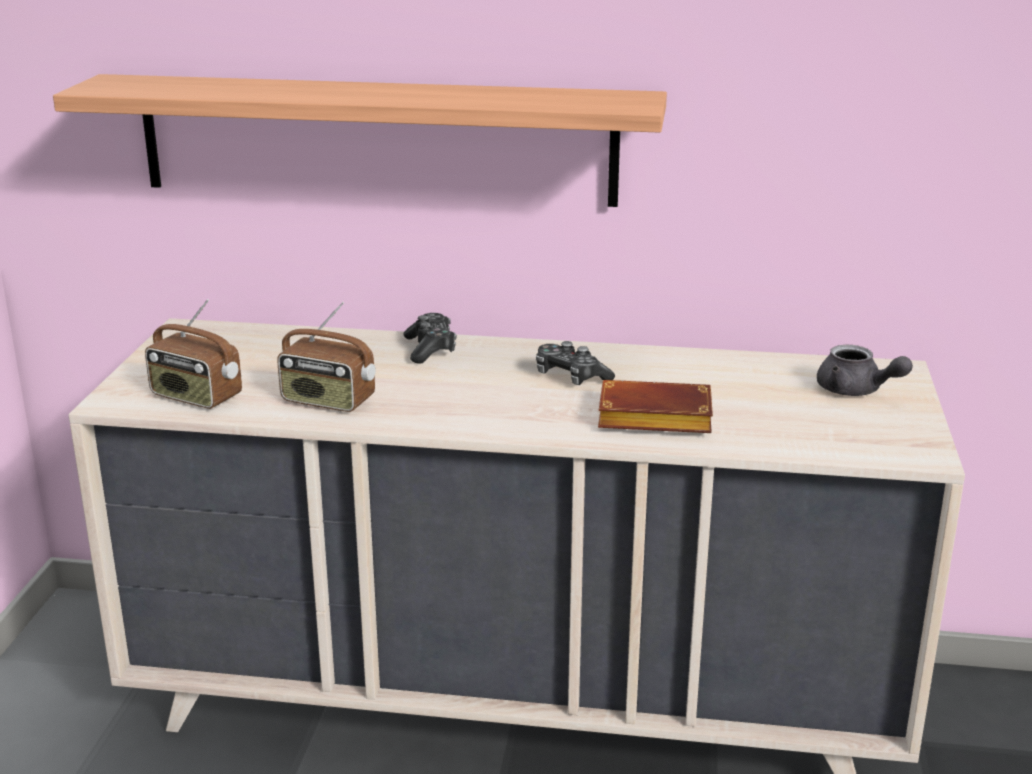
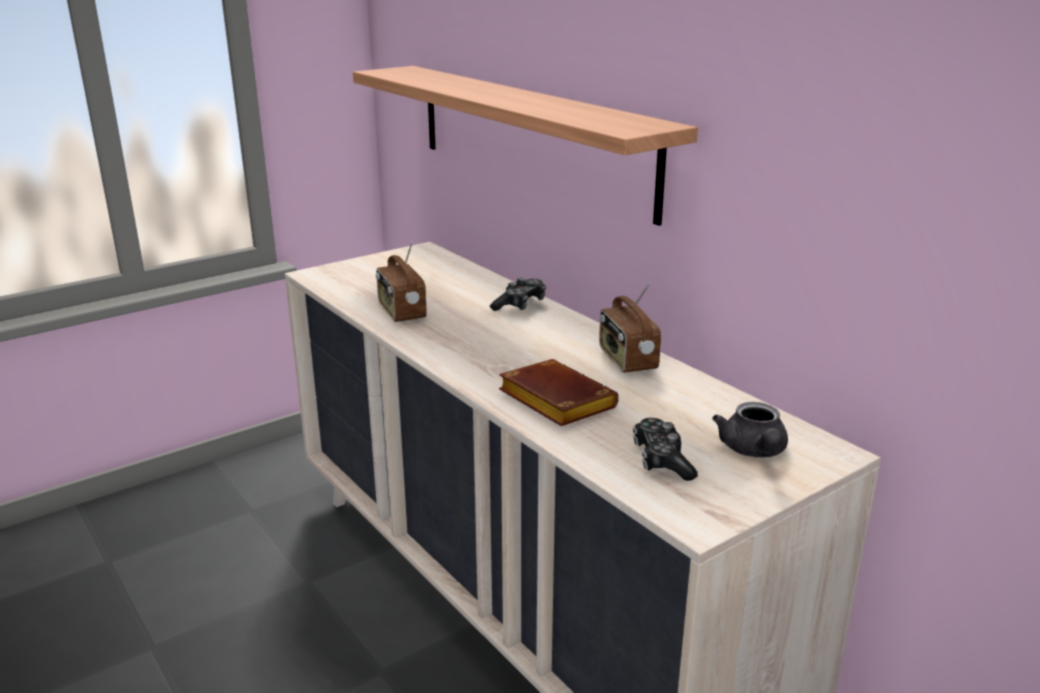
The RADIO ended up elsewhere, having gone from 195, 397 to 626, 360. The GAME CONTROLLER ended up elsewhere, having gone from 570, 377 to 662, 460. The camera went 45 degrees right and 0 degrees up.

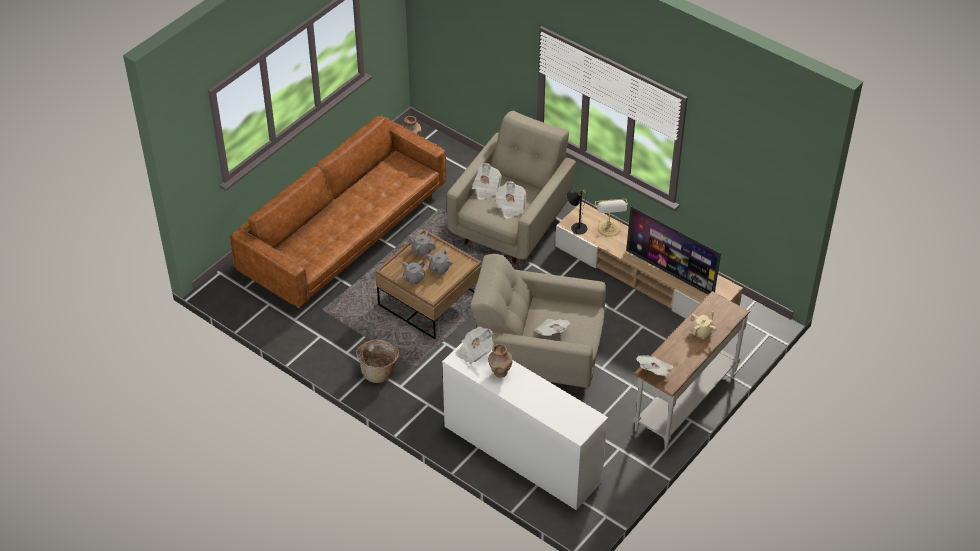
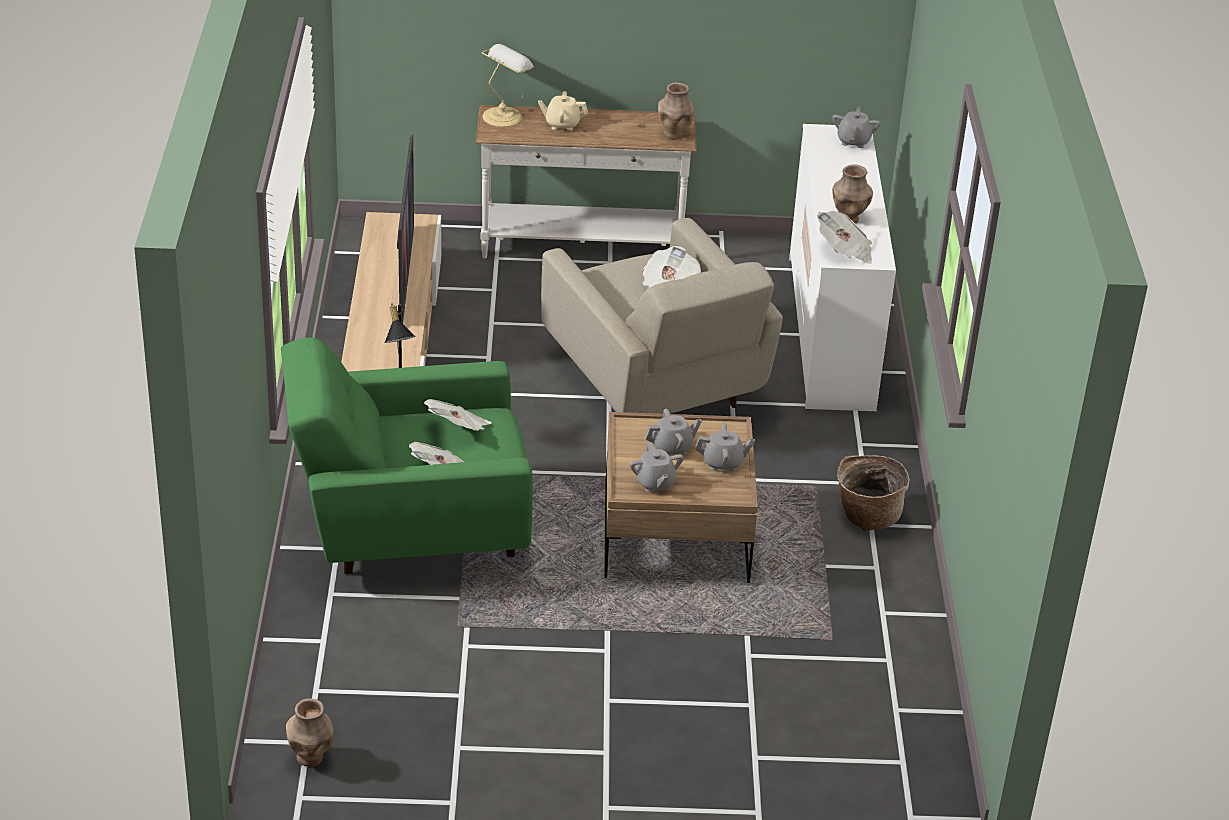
What was the SAND-COLOURED EASY CHAIR at 512, 223 turned into the GREEN-COLOURED EASY CHAIR at 409, 528. The LAMP FOR A TABLE ended up elsewhere, having gone from 609, 229 to 504, 116. Where the DAILY PAPER stood at 655, 371, the BROWN-COLOURED VASE came to stand at 674, 135. The second view gained the GREYISH TEA POT at 853, 141. The second view lost the BROWN-COLOURED COUCH at 344, 235. The camera went 130 degrees left and 10 degrees down.

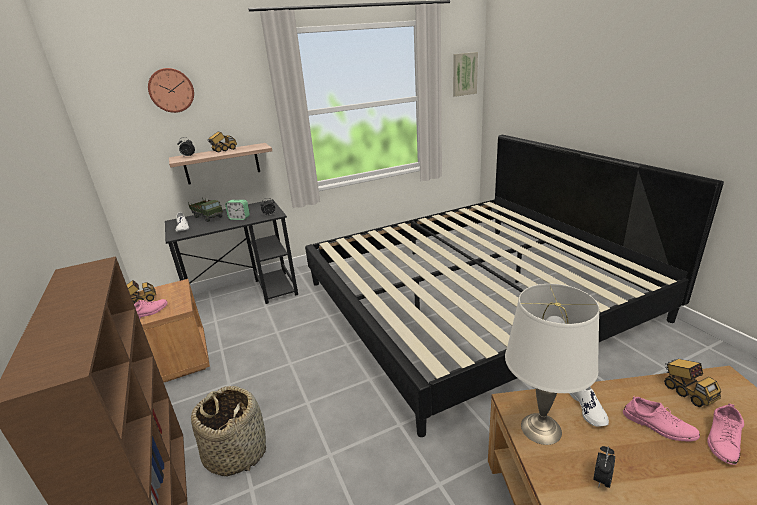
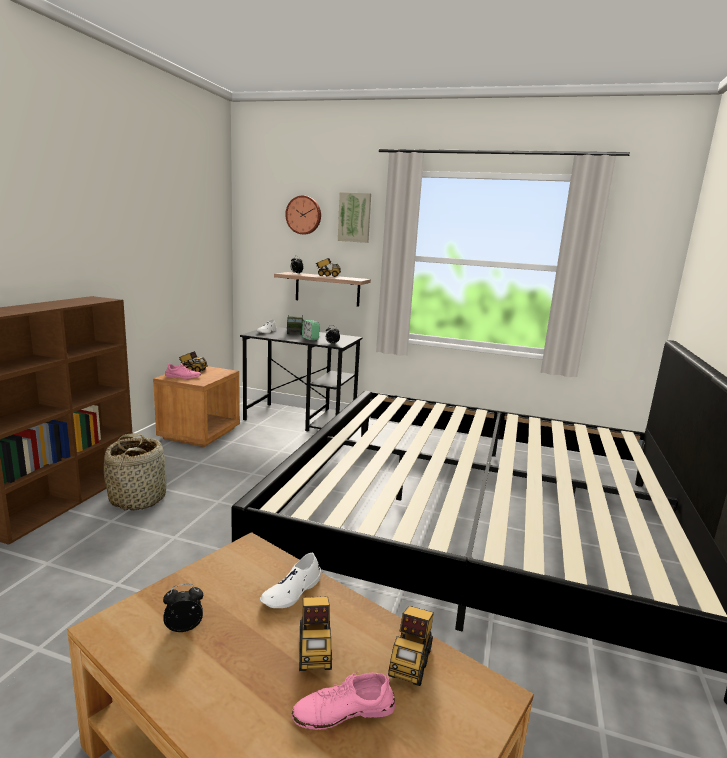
Where the PINK-COLOURED LOW SHOE stood at 658, 425, the TOY TRUCK came to stand at 314, 649. The WALL ART ended up elsewhere, having gone from 464, 74 to 354, 217. The second view lost the WHITE-COLOURED LAMP FOR A TABLE at 540, 428. The camera went 40 degrees right and 10 degrees down.

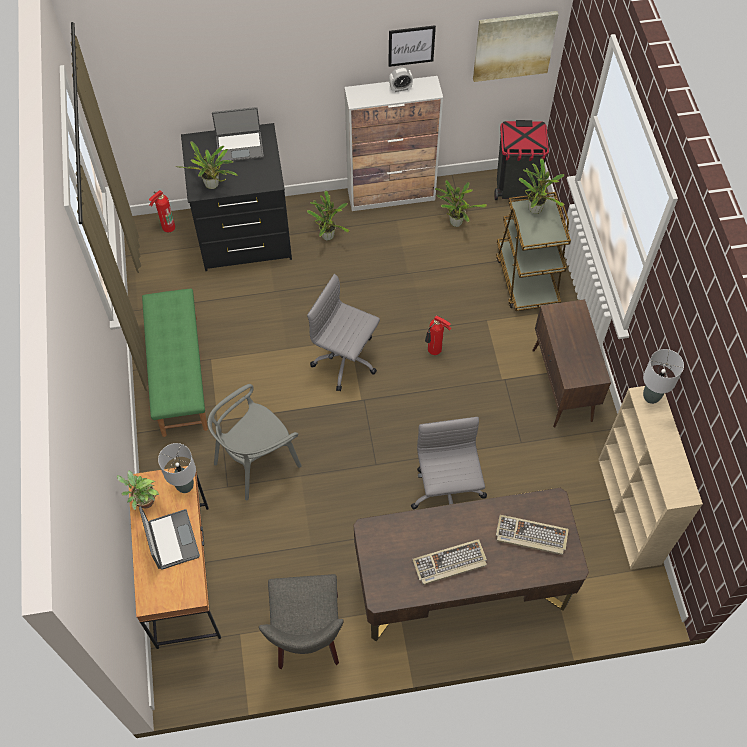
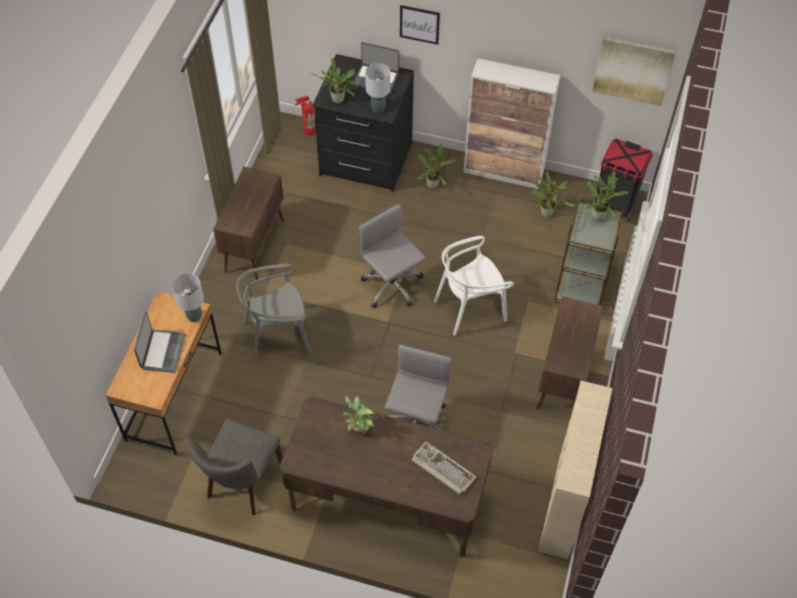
Where the GREEN-COLOURED INDOOR BENCH stood at 179, 375, the BROWN-COLOURED CABINET came to stand at 255, 245. The HOUSEPLANT ended up elsewhere, having gone from 143, 501 to 358, 428. The GREYISH LAMP FOR A TABLE ended up elsewhere, having gone from 651, 397 to 378, 109. The WALL ART ended up elsewhere, having gone from 411, 45 to 419, 24. Where the FIRE EXTINGUISHER stood at 434, 351, the WHITE-COLOURED PLAIN CHAIR came to stand at 470, 308. The second view lost the ALARM CLOCK at 400, 88. The second view lost the KEYBOARD at 449, 563. The camera went 25 degrees right and 5 degrees down.

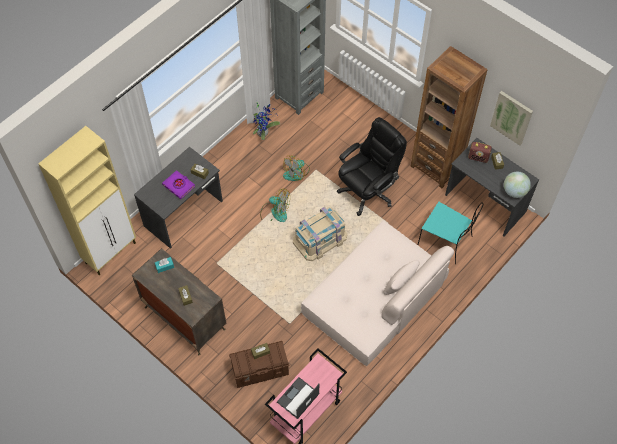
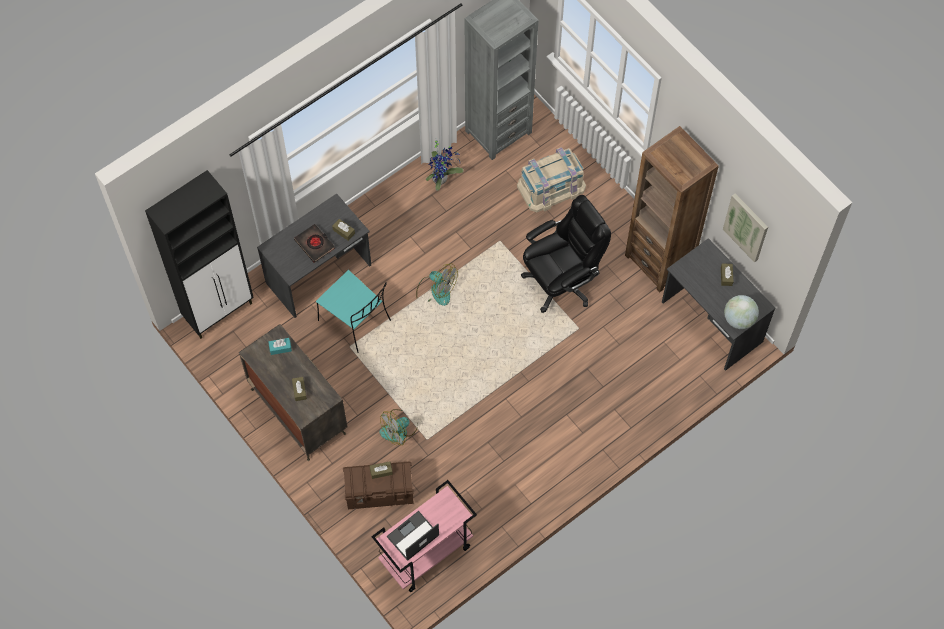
What was the SAND-COLOURED CABINET at 111, 252 turned into the BLACK CABINET at 220, 311. What was the PURPLISH BOOK at 179, 186 turned into the BLACK BOOK at 315, 244. The TURQUOISE PLAIN CHAIR ended up elsewhere, having gone from 446, 241 to 356, 321. The COOLING FAN ended up elsewhere, having gone from 296, 172 to 399, 429. The SAND-COLOURED STORAGE CONTAINER ended up elsewhere, having gone from 320, 239 to 551, 187. The second view lost the SAND-COLOURED COUCH at 374, 298. The second view lost the RADIO at 478, 158. The camera went 10 degrees right and 5 degrees up.

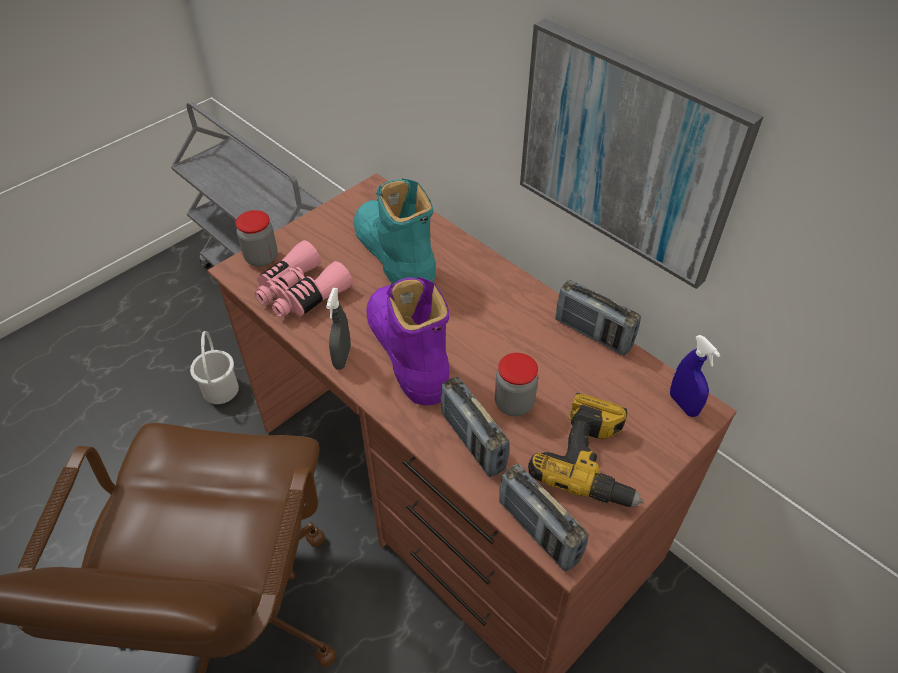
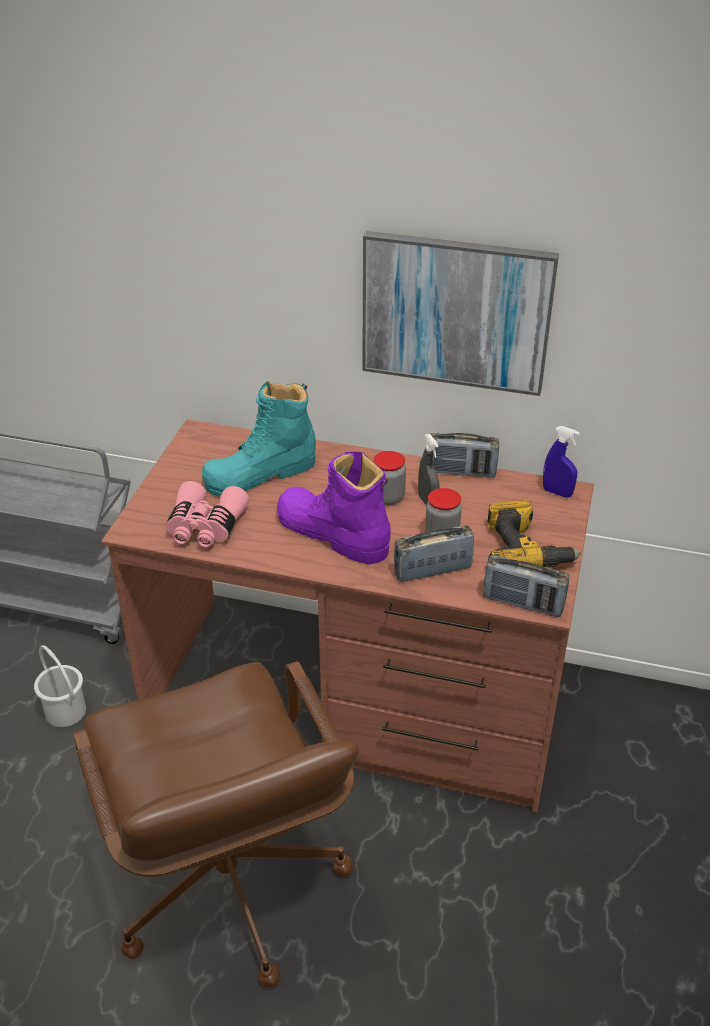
The TURQUOISE HIGH-TOP BOOT at 394, 256 ended up facing another way, 60 degrees counterclockwise from before. The PRESERVE JAR ended up elsewhere, having gone from 261, 258 to 388, 497. The RADIO at 472, 441 ended up facing another way, 135 degrees clockwise from before. The GREYISH SPRAYER ended up elsewhere, having gone from 342, 357 to 427, 502. The camera went 30 degrees left and 10 degrees down.

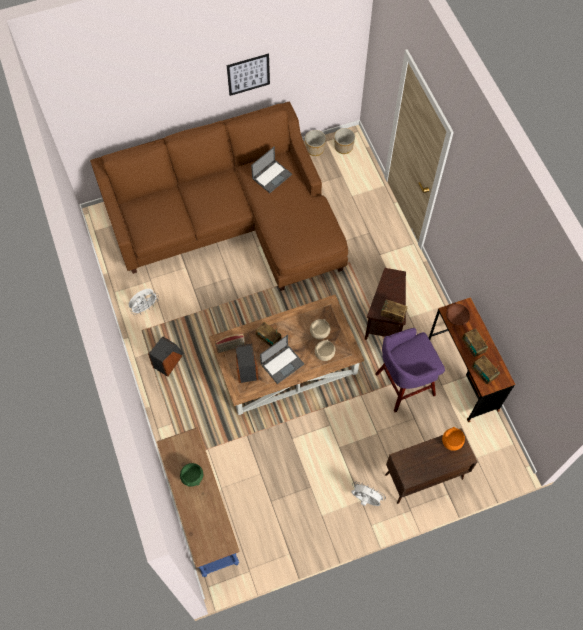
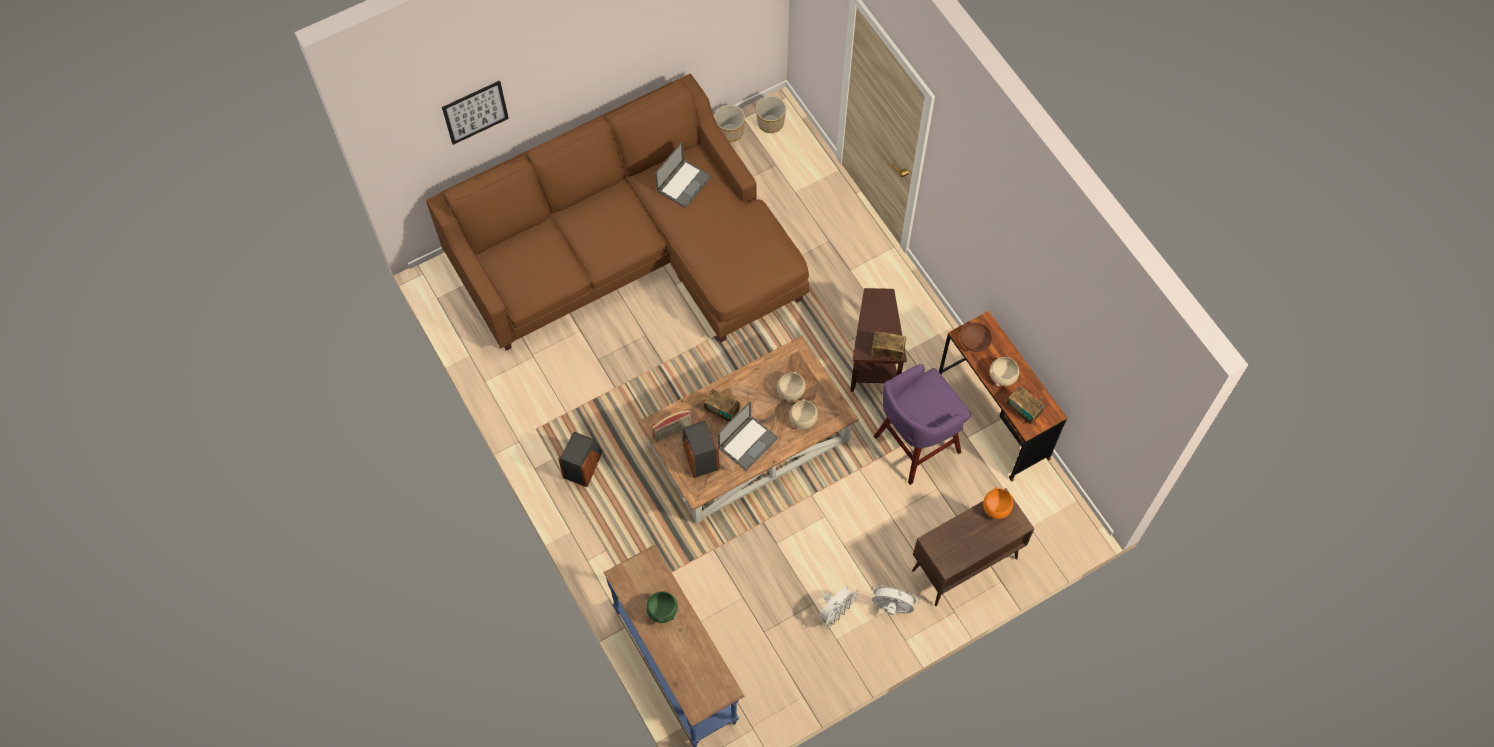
The WALL ART ended up elsewhere, having gone from 248, 74 to 475, 112. The WHITE-COLOURED COOLING FAN ended up elsewhere, having gone from 145, 307 to 835, 612. Where the RADIO stood at 473, 346, the SAND-COLOURED DEEP DISH came to stand at 1003, 377. The camera went 10 degrees left and 0 degrees up.

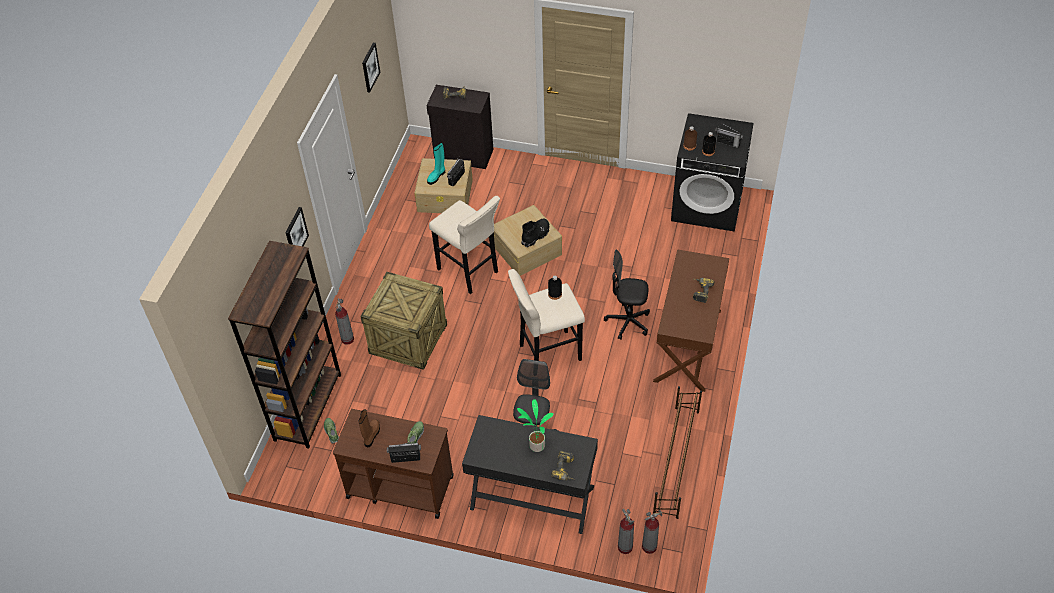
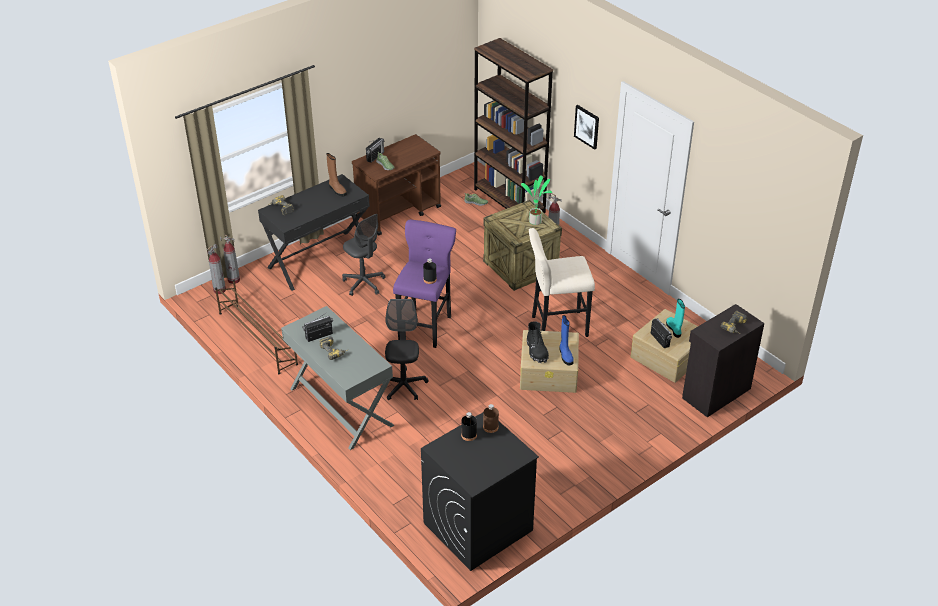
What was the BROWN-COLOURED DESK TABLE at 688, 345 turned into the GREYISH DESK TABLE at 340, 407. The RADIO ended up elsewhere, having gone from 727, 143 to 319, 336. The BROWN-COLOURED HIGH-TOP BOOT ended up elsewhere, having gone from 371, 435 to 337, 190. The BLACK OFFICE CHAIR at 628, 322 ended up facing another way, 45 degrees counterclockwise from before. What was the SAND-COLOURED SITTING STOOL at 547, 353 turned into the PURPLISH SITTING STOOL at 426, 326. The HOUSEPLANT ended up elsewhere, having gone from 536, 445 to 536, 221. The second view gained the BLUE HIGH-TOP BOOT at 565, 355. The second view lost the WALL ART at 370, 67. The camera went 125 degrees right and 10 degrees down.

